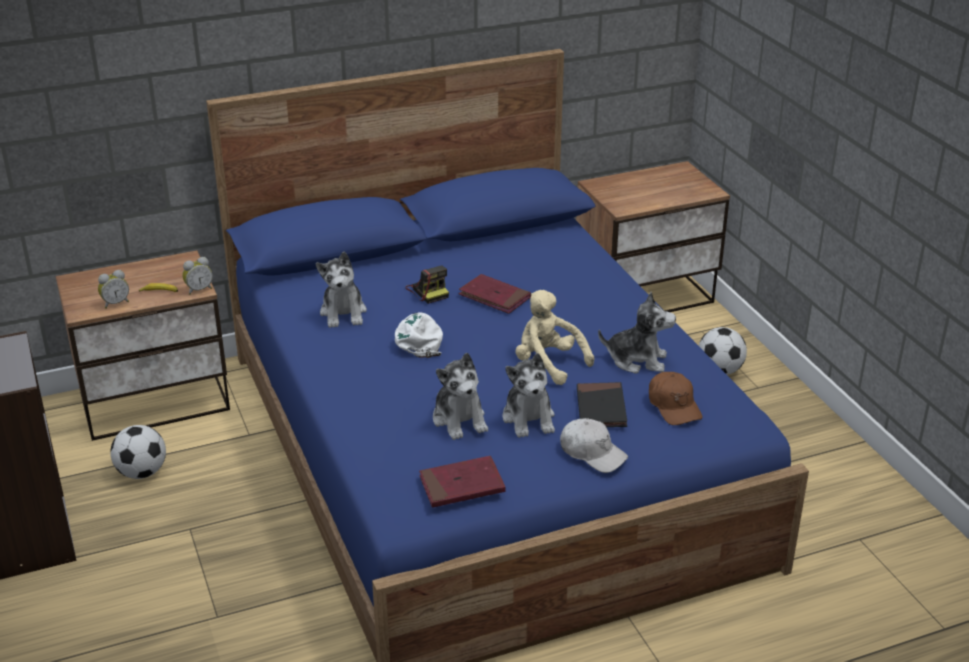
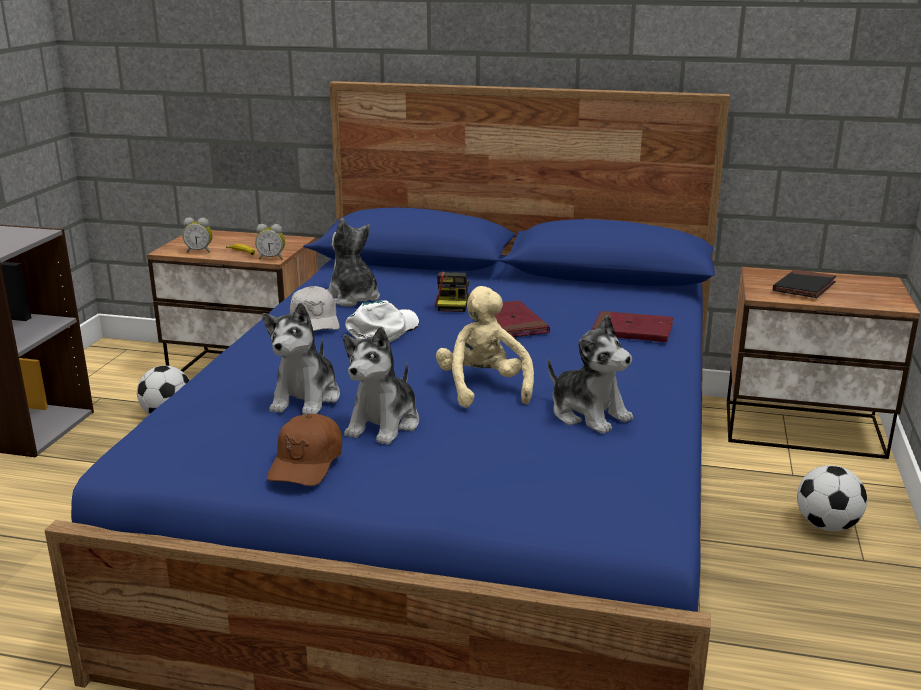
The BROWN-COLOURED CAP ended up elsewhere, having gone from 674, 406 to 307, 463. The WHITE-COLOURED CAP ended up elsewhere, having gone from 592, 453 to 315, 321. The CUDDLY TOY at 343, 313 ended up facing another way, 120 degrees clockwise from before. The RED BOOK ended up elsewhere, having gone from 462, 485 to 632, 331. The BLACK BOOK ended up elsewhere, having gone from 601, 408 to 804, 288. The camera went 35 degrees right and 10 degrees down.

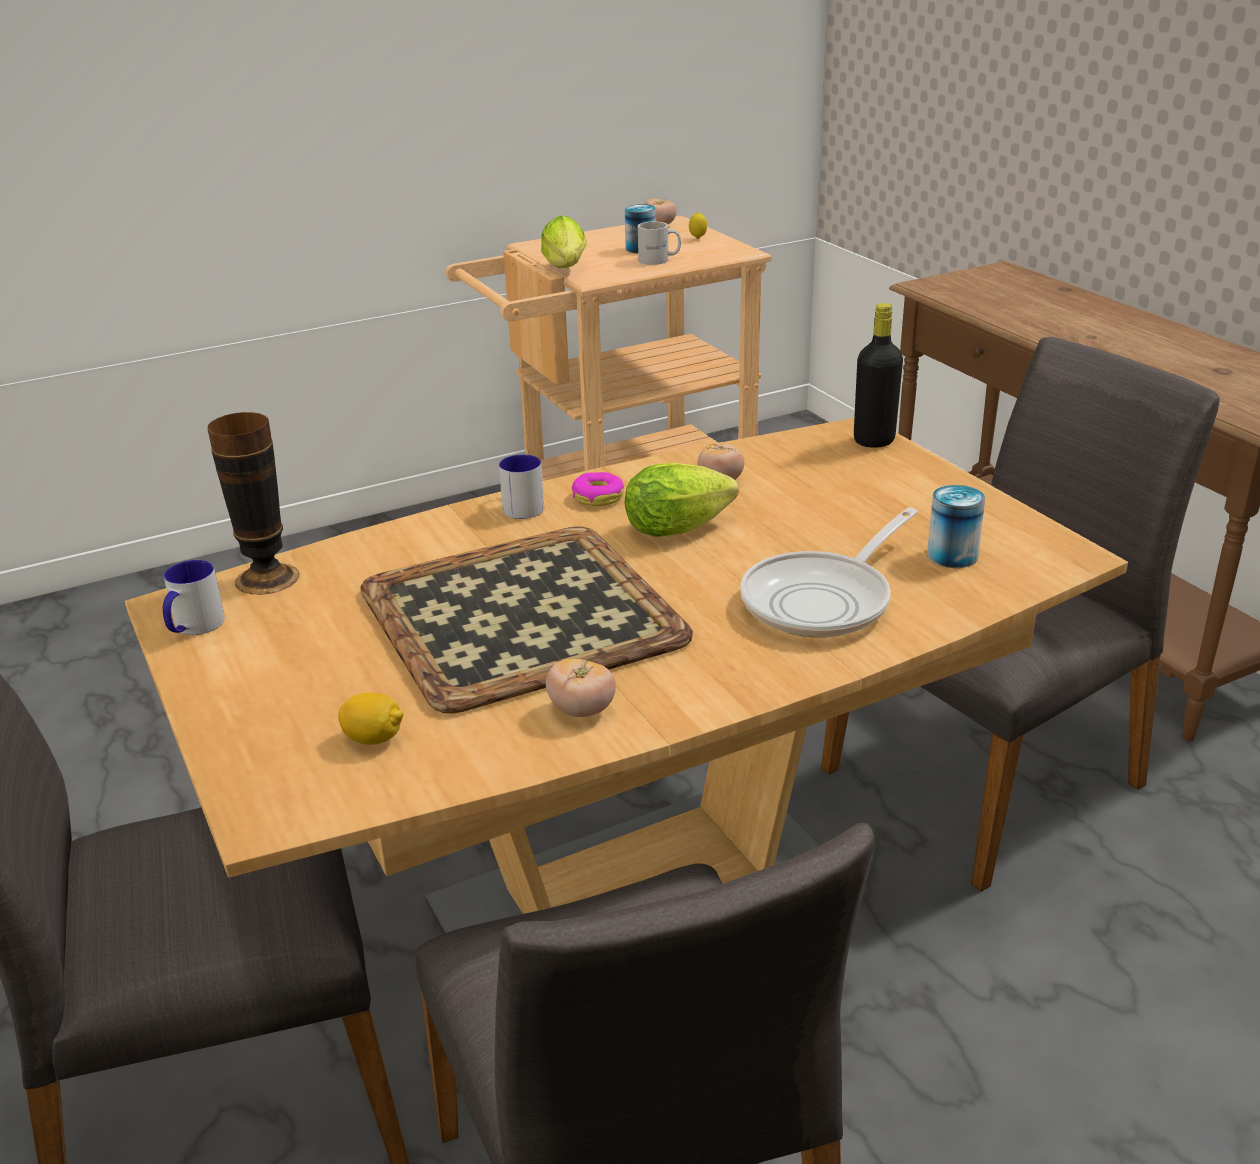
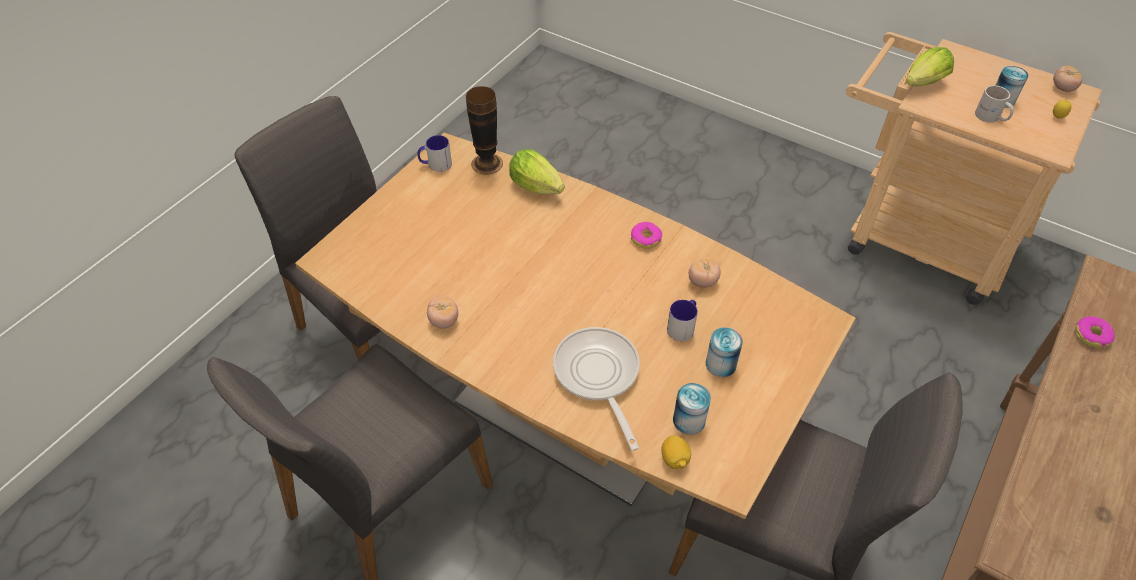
The LETTUCE HEAD ended up elsewhere, having gone from 683, 528 to 539, 188. The SKILLET at 824, 600 ended up facing another way, 60 degrees clockwise from before. The CITRUS FRUIT ended up elsewhere, having gone from 374, 738 to 674, 459. The MUG ended up elsewhere, having gone from 520, 506 to 683, 327. The second view gained the CAN at 720, 364. The second view gained the RING DOUGHNUT at 1092, 335. The second view lost the TRAY at 519, 617. The second view lost the BLACK BEVERAGE BOTTLE at 874, 441. The camera went 60 degrees right and 20 degrees up.

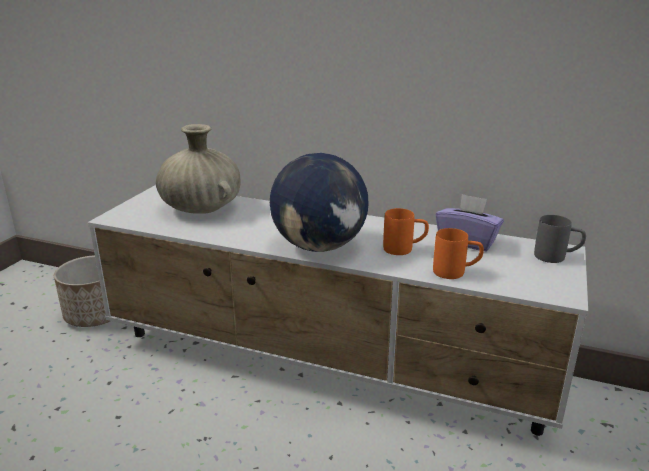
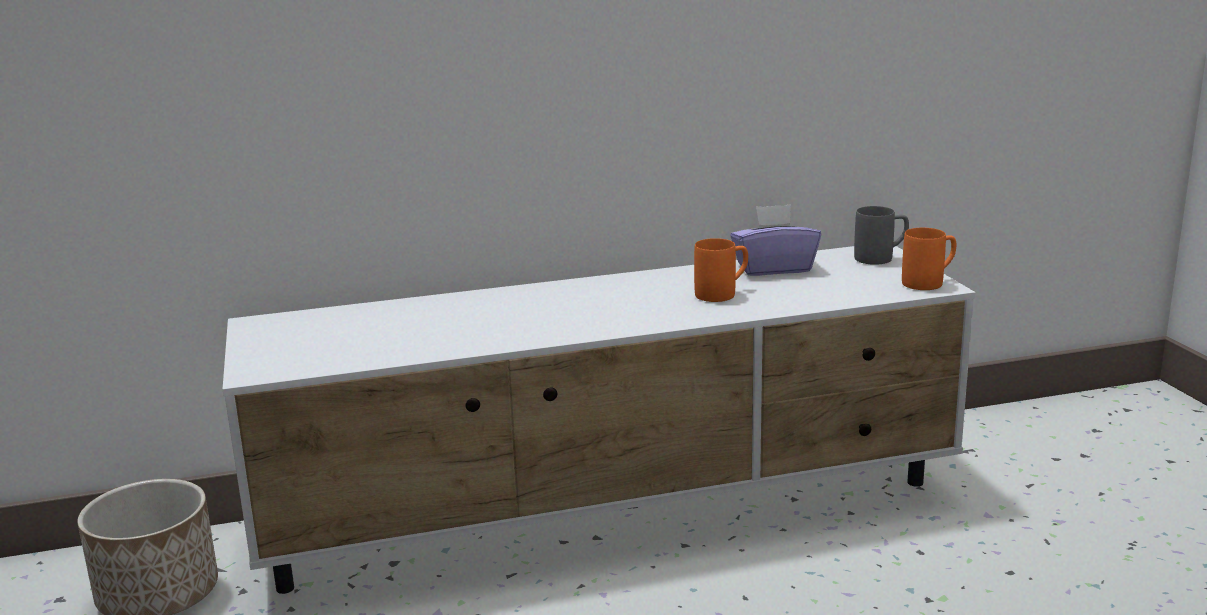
The ORANGEY MUG ended up elsewhere, having gone from 456, 272 to 929, 282. The second view lost the SAND-COLOURED VASE at 201, 208. The second view lost the GLOBE at 319, 246. The camera went 35 degrees left and 5 degrees down.

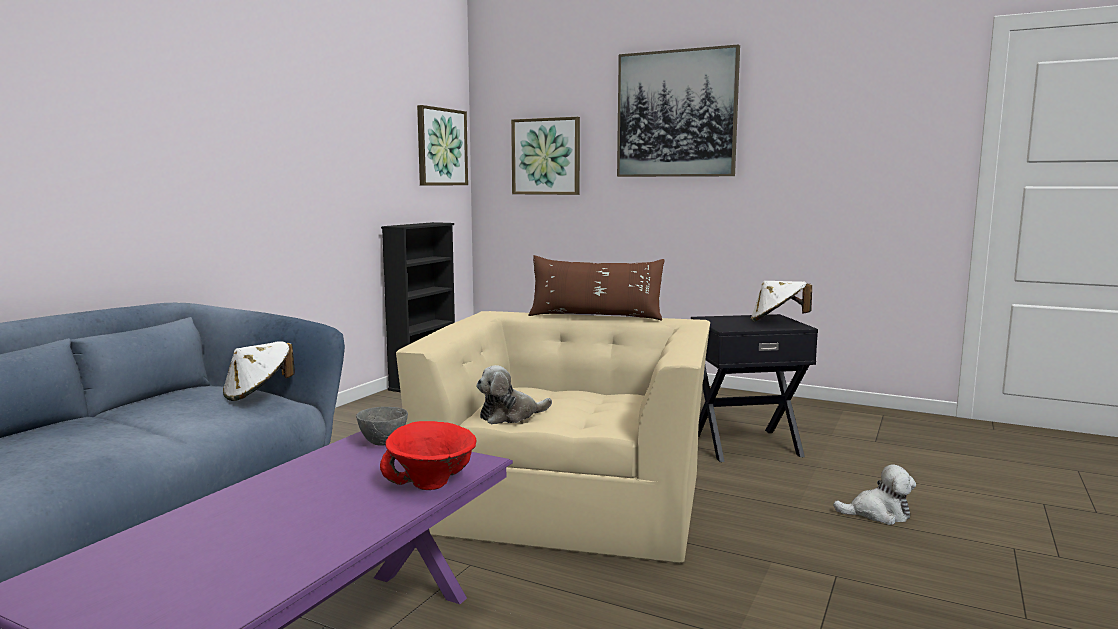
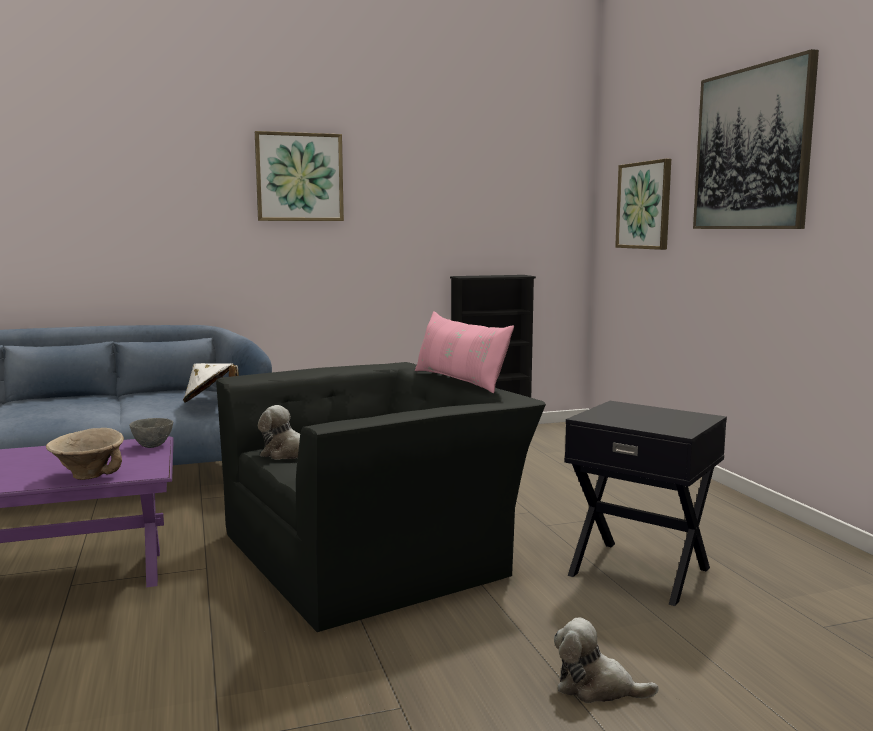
What was the RED DEEP DISH at 433, 485 turned into the SAND-COLOURED DEEP DISH at 87, 477. What was the SAND-COLOURED EASY CHAIR at 569, 496 turned into the BLACK EASY CHAIR at 373, 551. The WALL ART ended up elsewhere, having gone from 441, 147 to 299, 177. What was the BROWN-COLOURED THROW PILLOW at 595, 317 turned into the PINK-COLOURED THROW PILLOW at 459, 380. The CUDDLY TOY at 878, 514 ended up facing another way, 150 degrees clockwise from before. The second view lost the WHITE-COLOURED WEARABLE HAT at 777, 321. The camera went 45 degrees right and 0 degrees up.

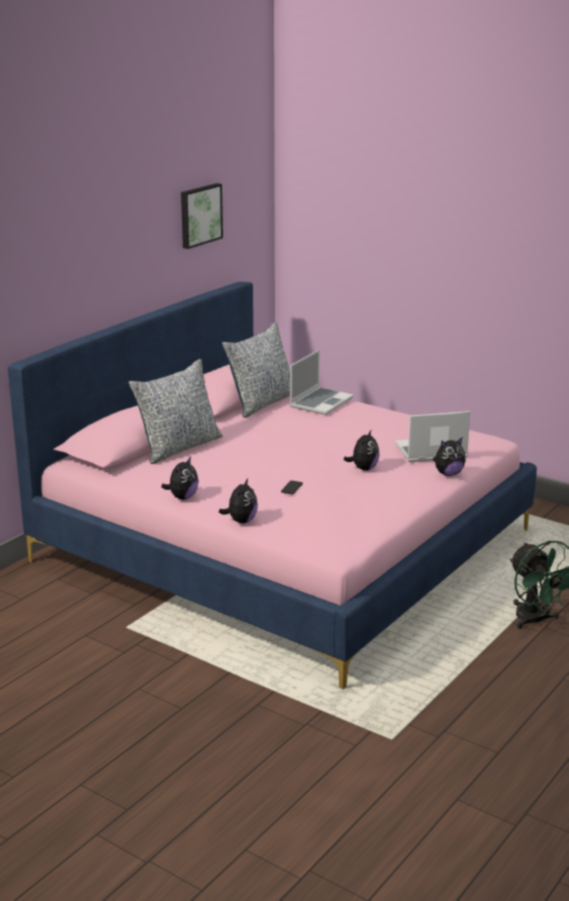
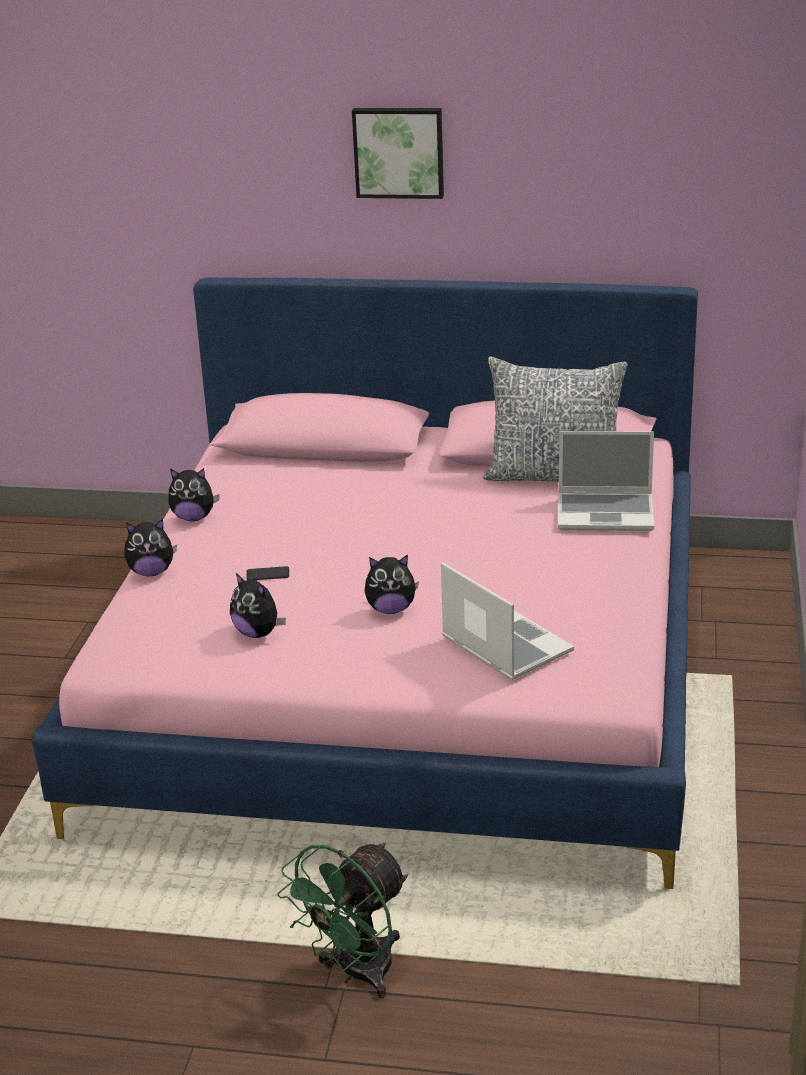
The CUDDLY TOY ended up elsewhere, having gone from 448, 474 to 258, 633. The WALL ART ended up elsewhere, having gone from 199, 215 to 399, 152. The second view lost the THROW PILLOW at 178, 447. The camera went 65 degrees right and 5 degrees up.

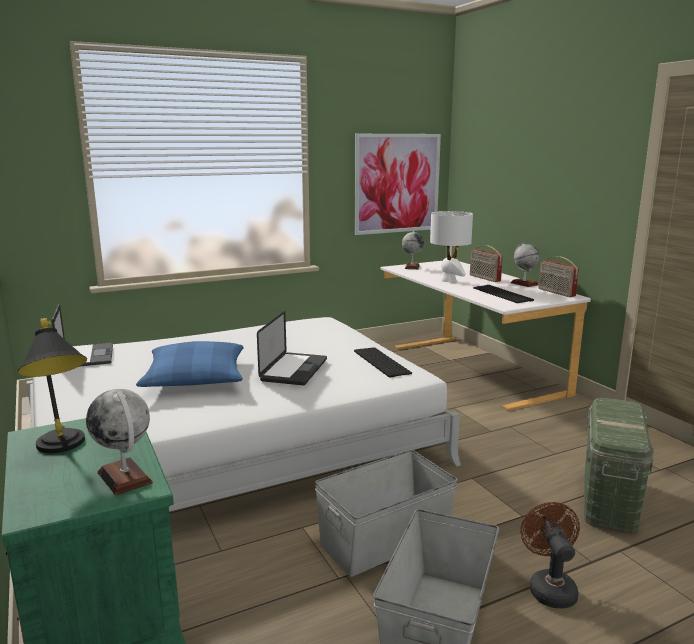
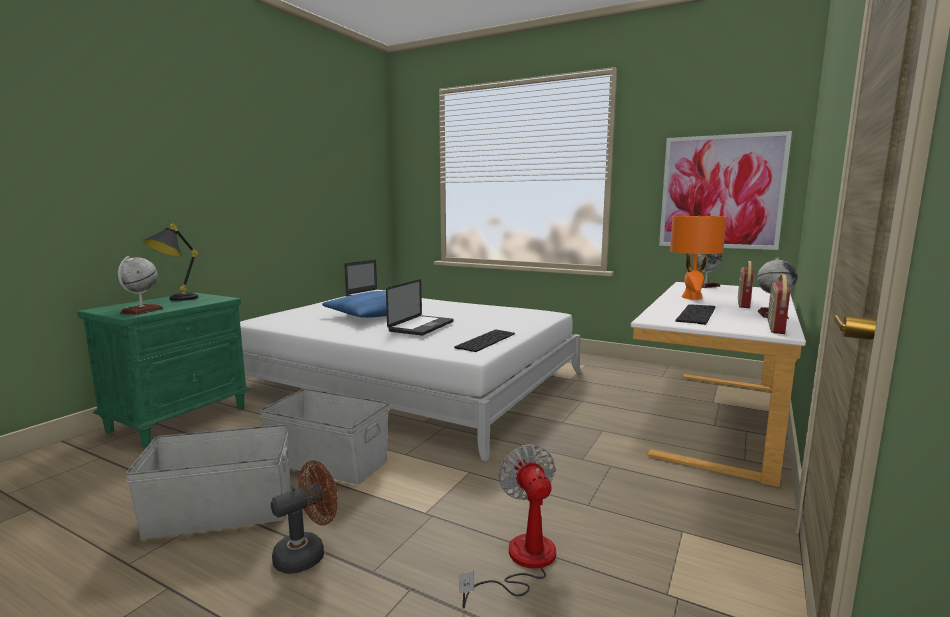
The PORTABLE COMPUTER at 294, 370 ended up facing another way, 45 degrees counterclockwise from before. Where the GREEN-COLOURED STORAGE CONTAINER stood at 609, 500, the COOLING FAN came to stand at 521, 562. What was the WHITE-COLOURED LAMP FOR A TABLE at 448, 280 turned into the ORANGEY LAMP FOR A TABLE at 692, 298. The camera went 55 degrees right and 5 degrees down.

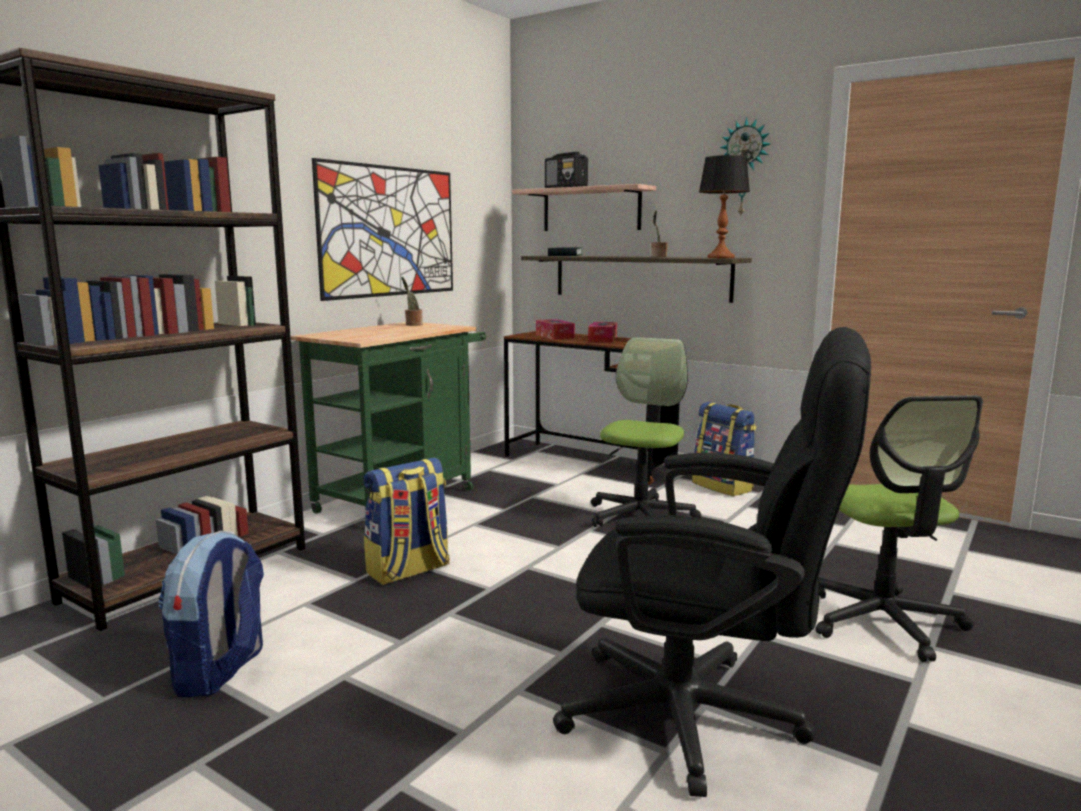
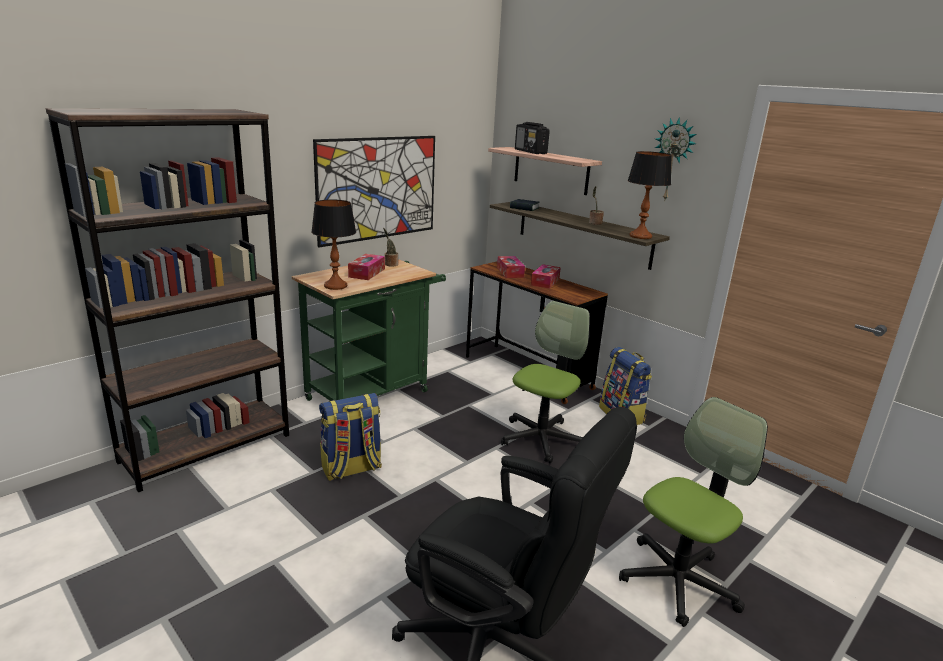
The second view gained the LAMP FOR A TABLE at 336, 286. The second view gained the BOX OF TISSUES at 367, 273. The OFFICE CHAIR at 884, 622 ended up facing another way, 135 degrees counterclockwise from before. The second view lost the KNAPSACK at 220, 671. The camera went 10 degrees right and 10 degrees up.

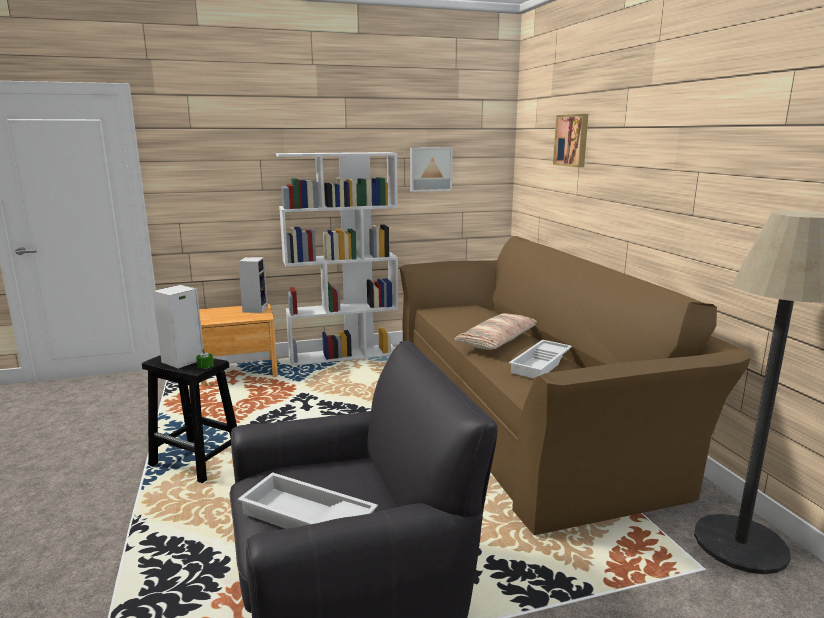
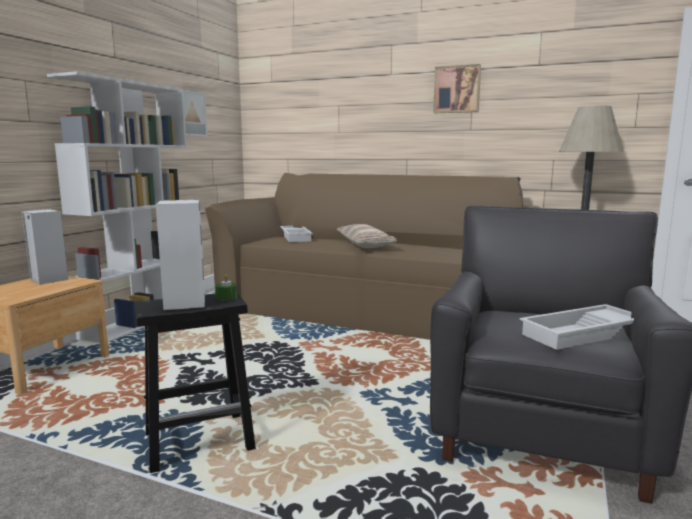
The WHITE-COLOURED TRAY ended up elsewhere, having gone from 541, 364 to 296, 237. The WALL ART ended up elsewhere, having gone from 572, 140 to 457, 89. The camera went 50 degrees left and 5 degrees down.

